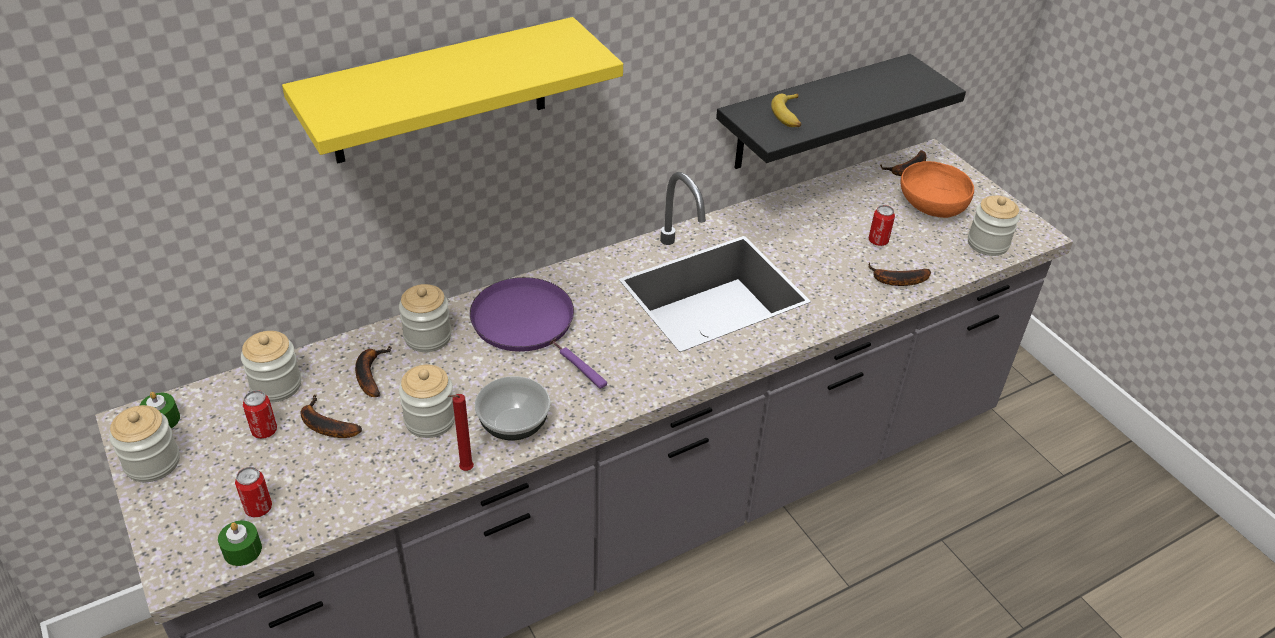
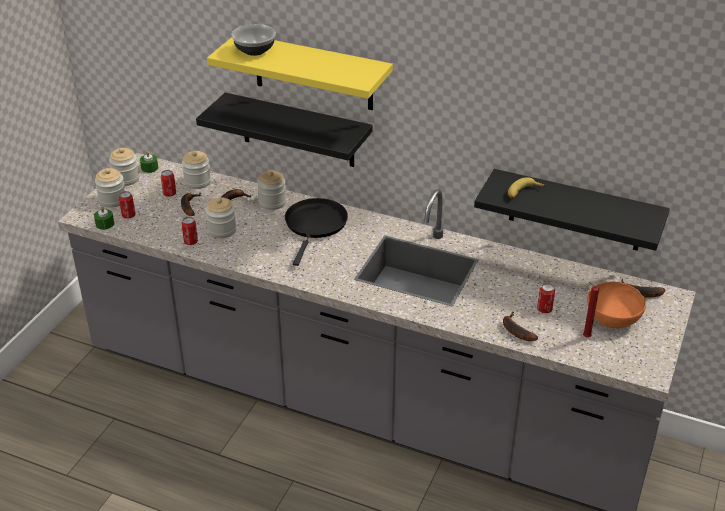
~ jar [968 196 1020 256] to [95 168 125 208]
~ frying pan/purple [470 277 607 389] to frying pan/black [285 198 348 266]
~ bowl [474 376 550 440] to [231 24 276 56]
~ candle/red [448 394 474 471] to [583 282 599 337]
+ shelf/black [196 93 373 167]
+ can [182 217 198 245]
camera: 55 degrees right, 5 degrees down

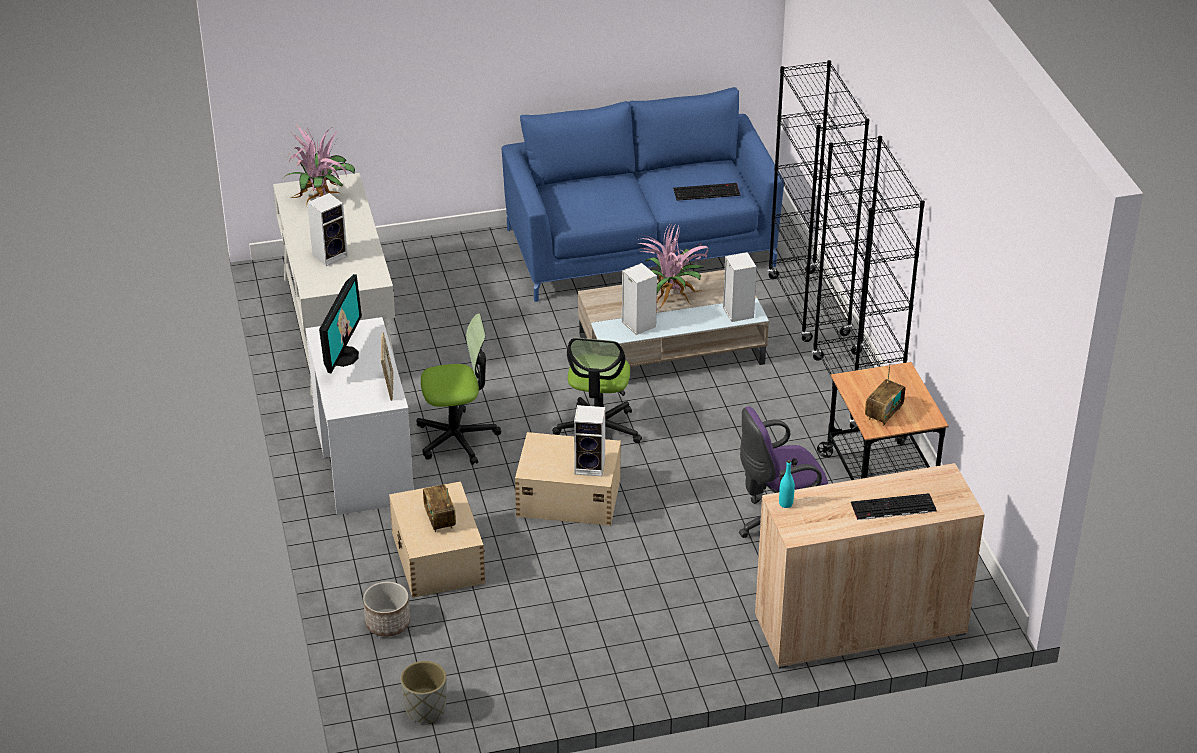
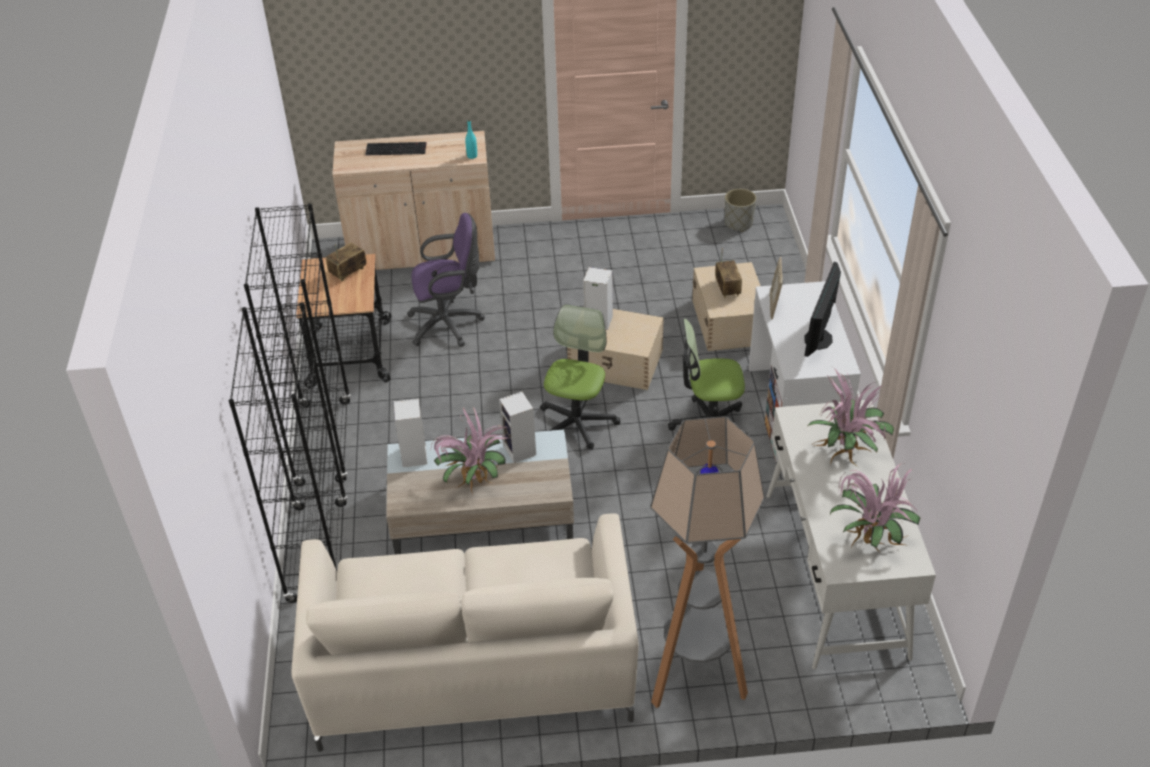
~ sofa/blue [502 87 784 302] to sofa/beige [291 513 639 752]
- keyboard [673 183 740 201]
~ speaker [307 193 348 266] to potted plant [808 367 894 467]
- planter [363 582 410 637]
+ floor lamp [650 416 765 708]
camera: 170 degrees left, 5 degrees up

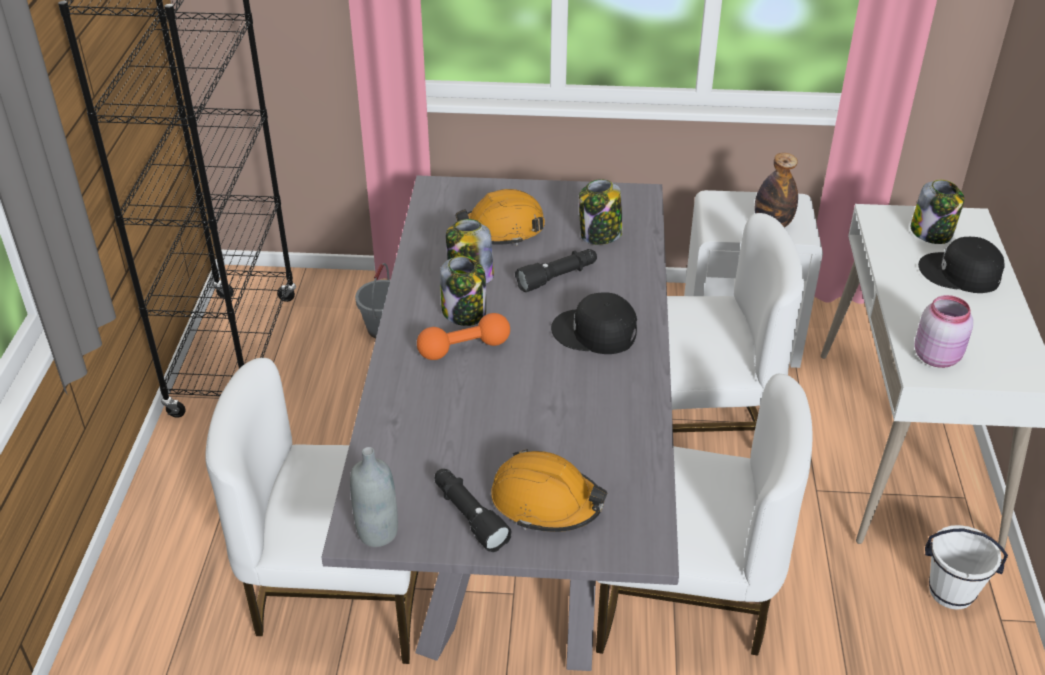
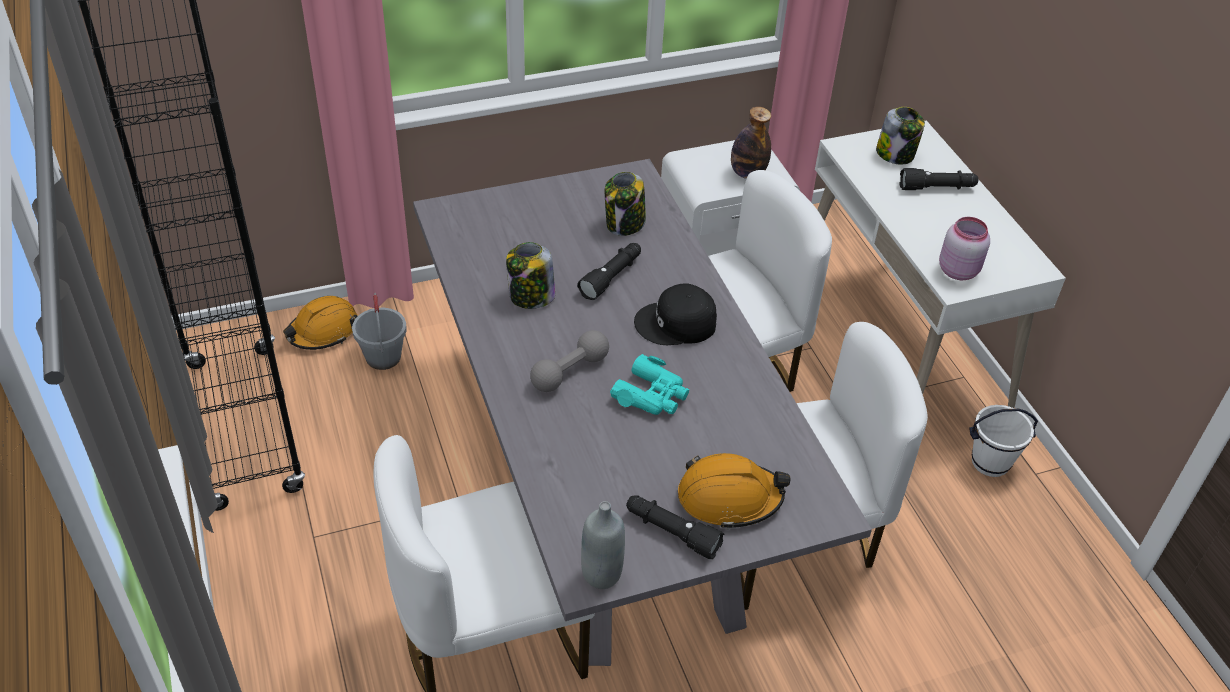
~ hard hat/orange [455 189 545 245] to [283 296 358 350]
~ cap/black [918 237 1005 293] to flashlight/black [899 168 978 190]
- jar [440 256 486 326]
~ dumbbell/orange [417 313 510 360] to dumbbell/grey [530 330 609 392]
+ binoculars/turquoise [610 354 689 415]
camera: 25 degrees left, 5 degrees up

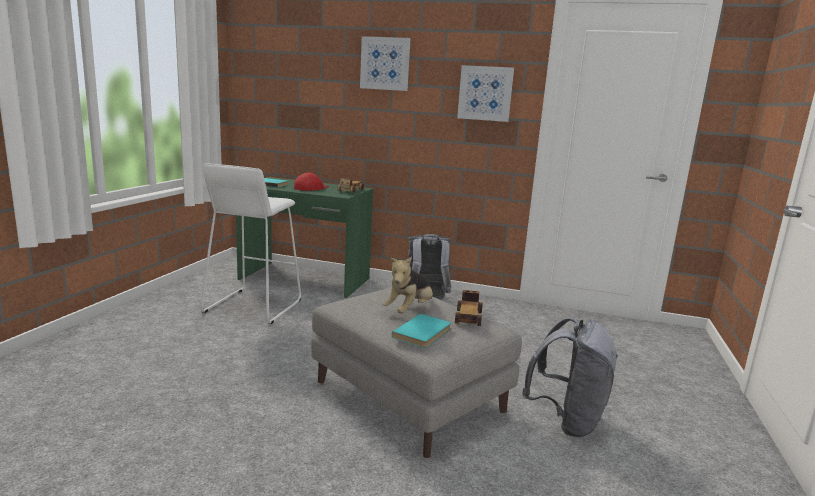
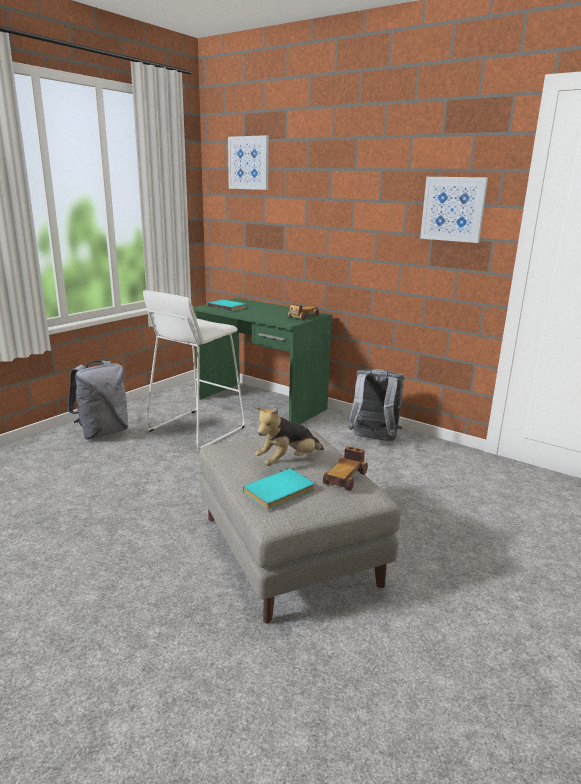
~ picture [360 36 411 91] to [228 135 269 190]
- cap/red [294 173 329 191]
~ backpack/grey [522 318 618 437] to [68 360 129 439]
camera: 20 degrees right, 5 degrees up

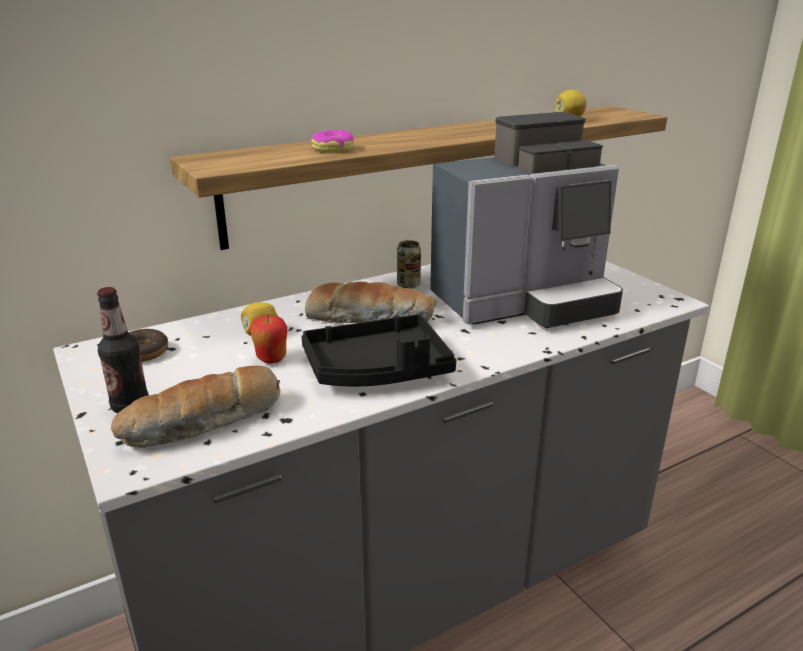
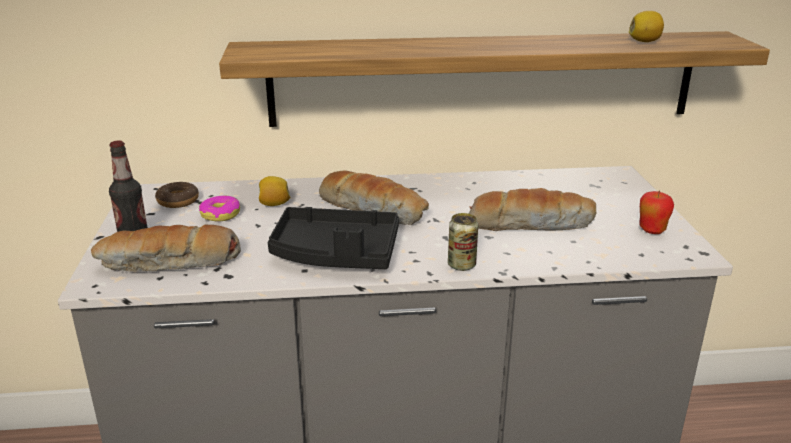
~ coffee machine [430 112 623 328] to bread [469 188 597 231]
~ donut [311 130 354 152] to [199 196 240 221]
~ can [397 240 421 289] to [448 213 478 271]
~ apple [250 314 287 364] to [639 191 674 234]
camera: 25 degrees right, 0 degrees up

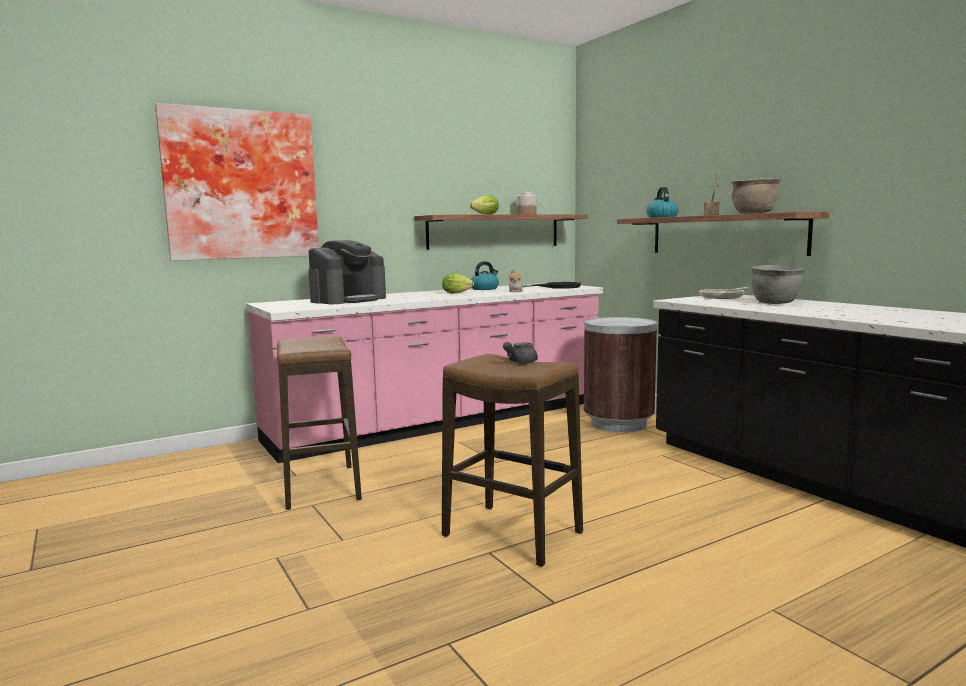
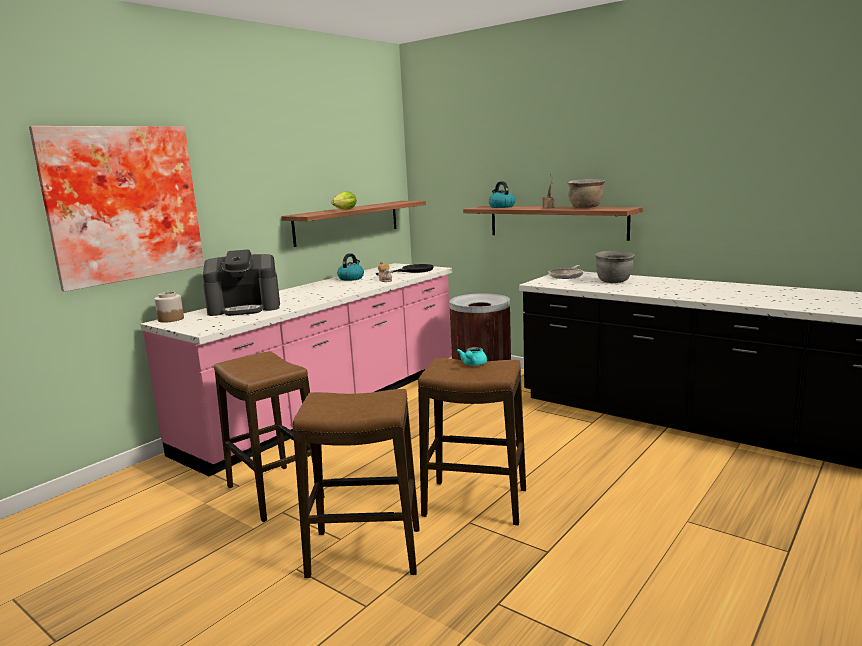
~ jar [516 192 537 214] to [154 292 184 323]
~ coffee machine [309 240 386 304] = [203 250 280 316] 60 degrees clockwise
- lettuce [442 273 474 294]
~ teapot/grey [503 342 538 363] to teapot/turquoise [457 347 487 366]
+ stool [293 389 420 578]
camera: 20 degrees left, 5 degrees up

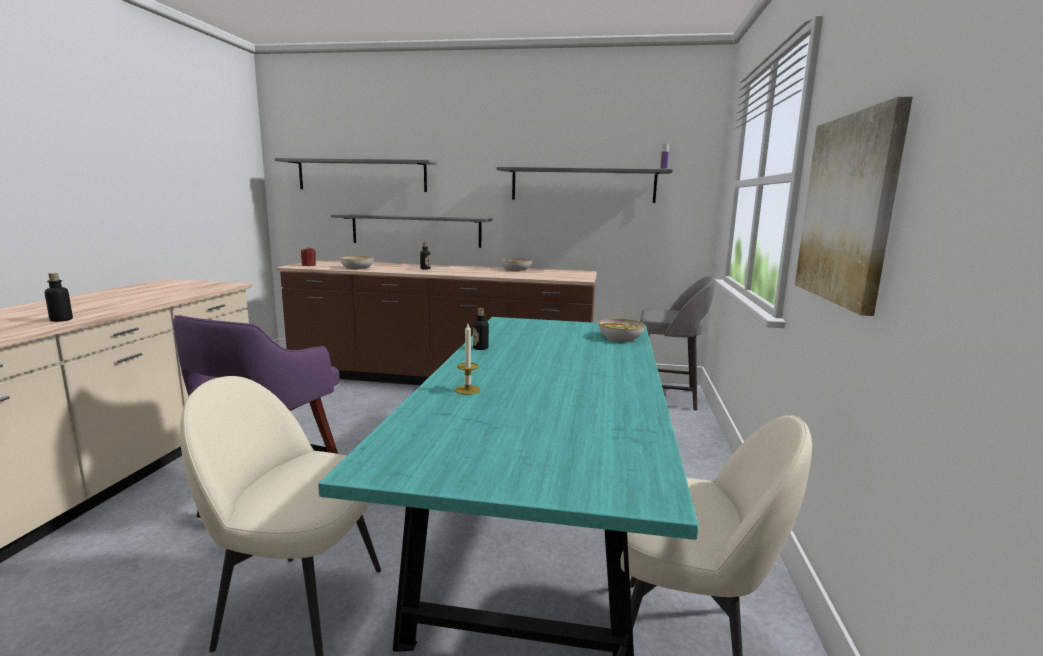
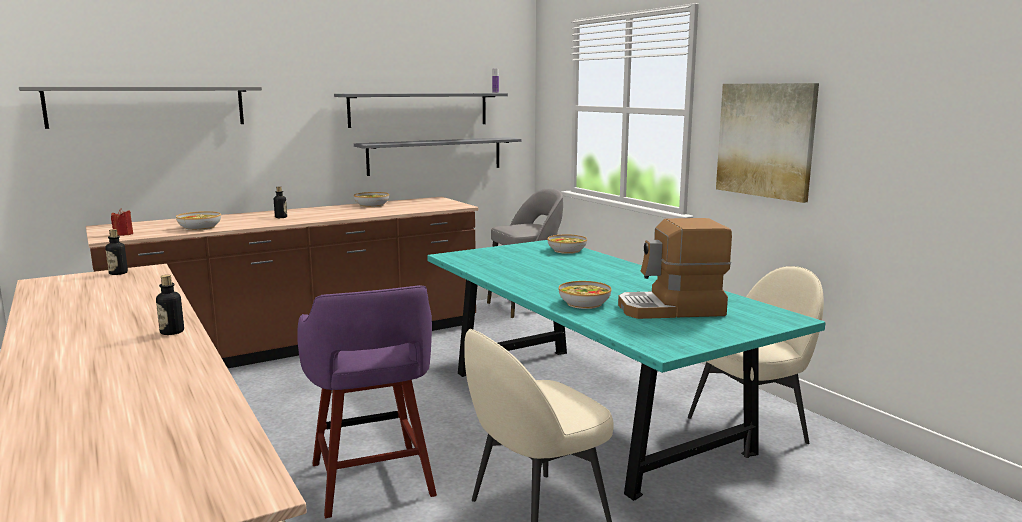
~ shelf/grey [331 214 492 248] to [354 137 521 176]
~ bottle [473 308 489 350] to [105 229 128 275]
~ candle [455 324 481 395] to bowl [559 281 611 309]
+ coffee machine [618 218 732 319]
camera: 40 degrees left, 0 degrees up

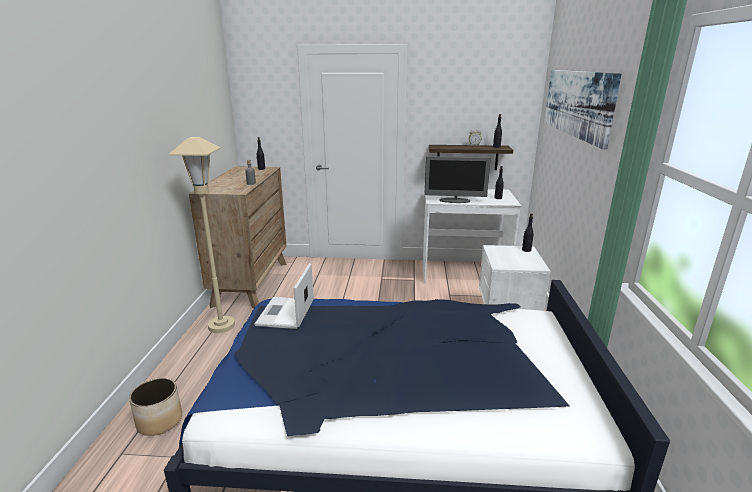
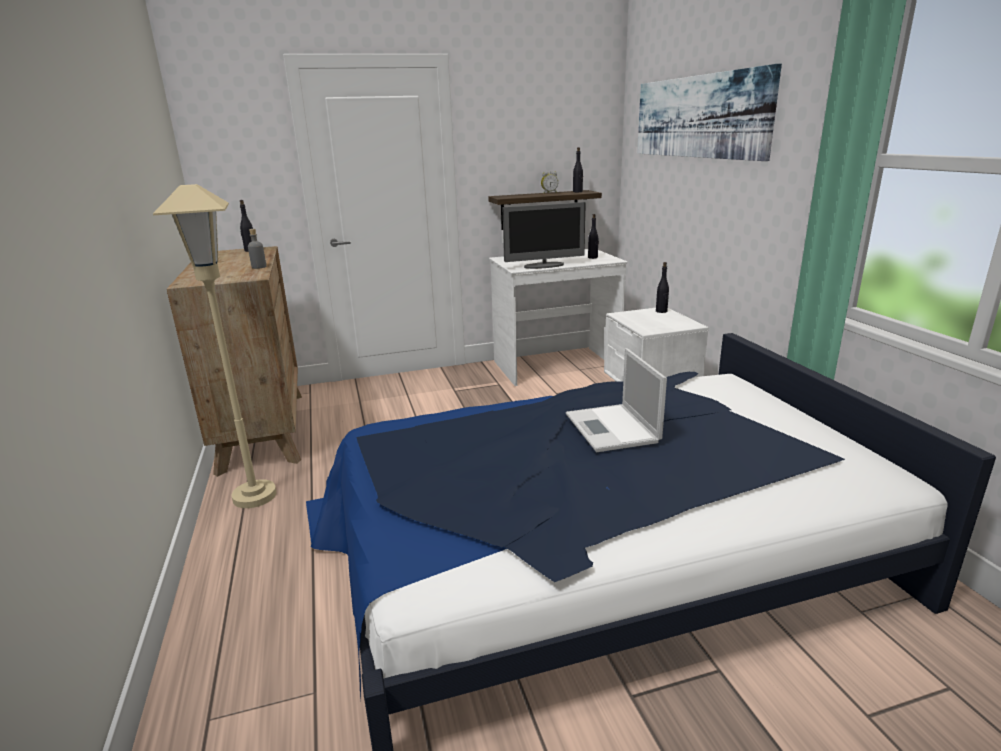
~ laptop [254 263 314 329] to [566 348 667 452]
- planter [129 378 182 436]
camera: 20 degrees left, 0 degrees up

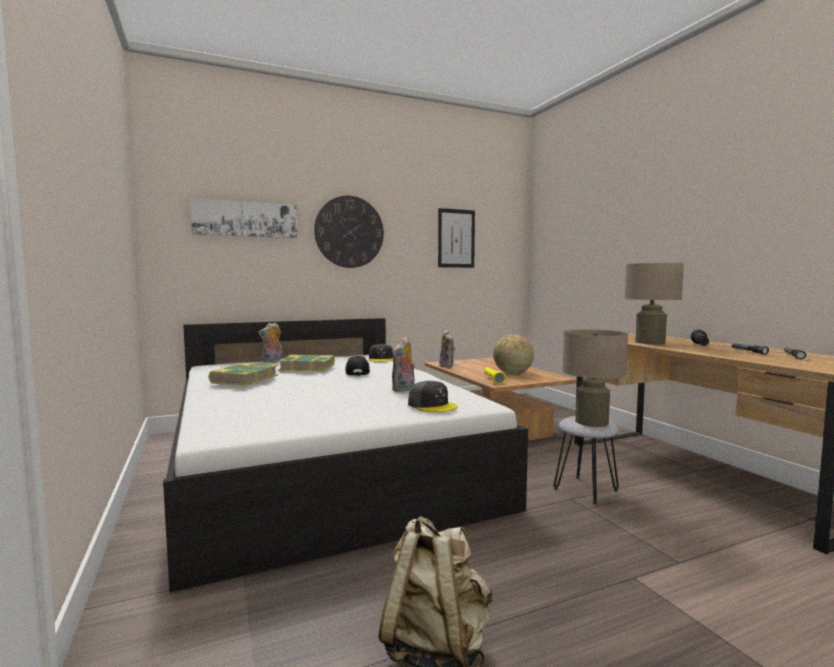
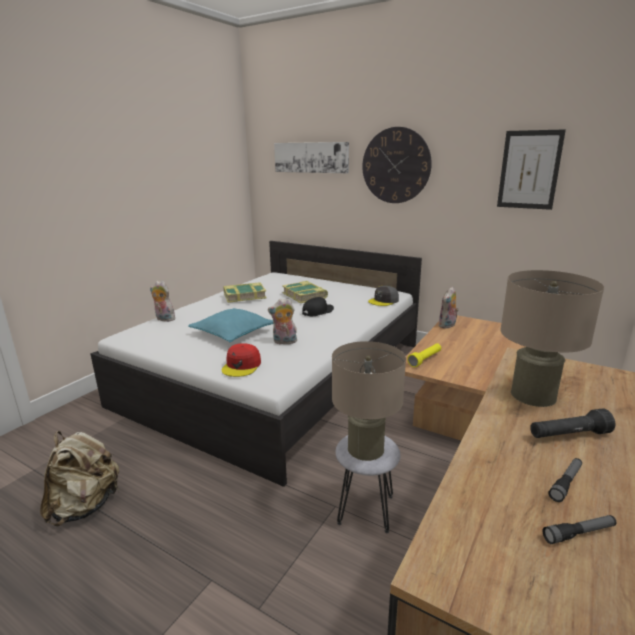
~ plush toy [258 323 283 362] to [150 281 175 322]
- globe [493 334 534 374]
~ cap/grey [408 381 458 412] to cap/red [222 343 261 377]
+ pillow/turquoise [188 308 273 342]
camera: 55 degrees right, 15 degrees up

